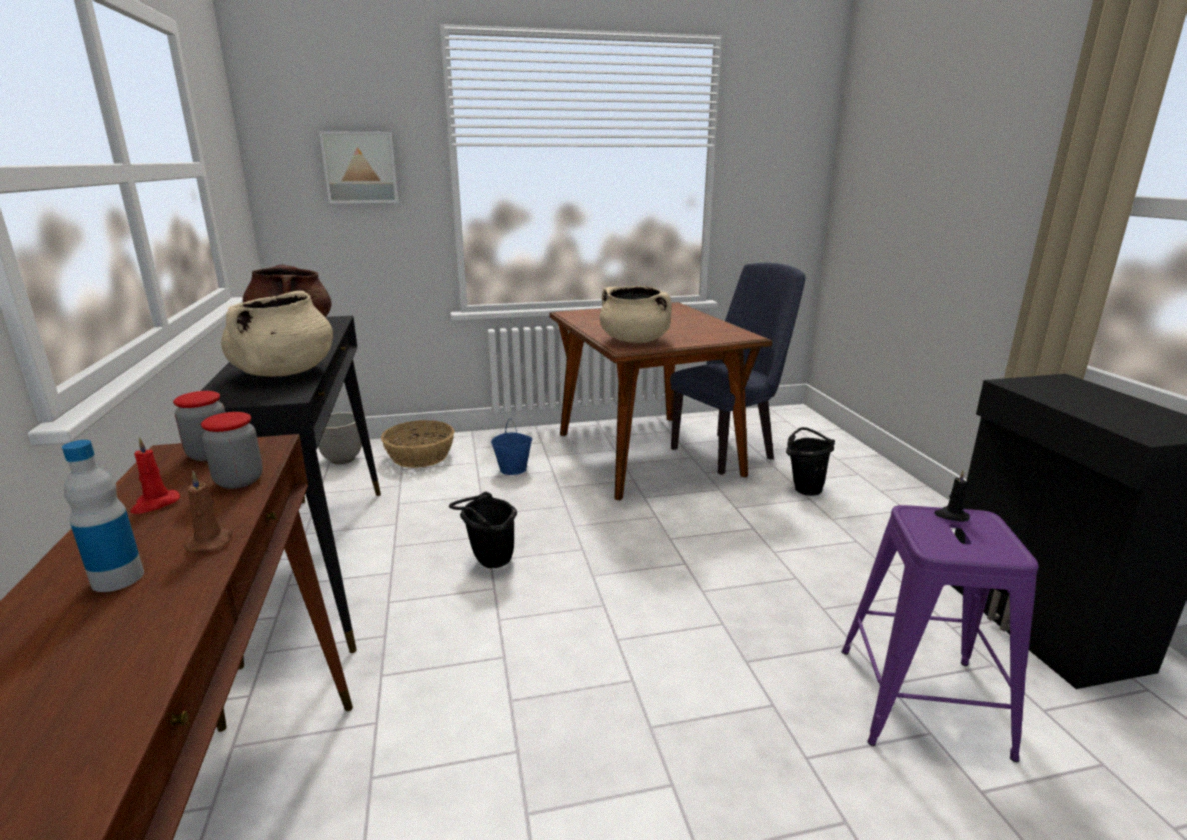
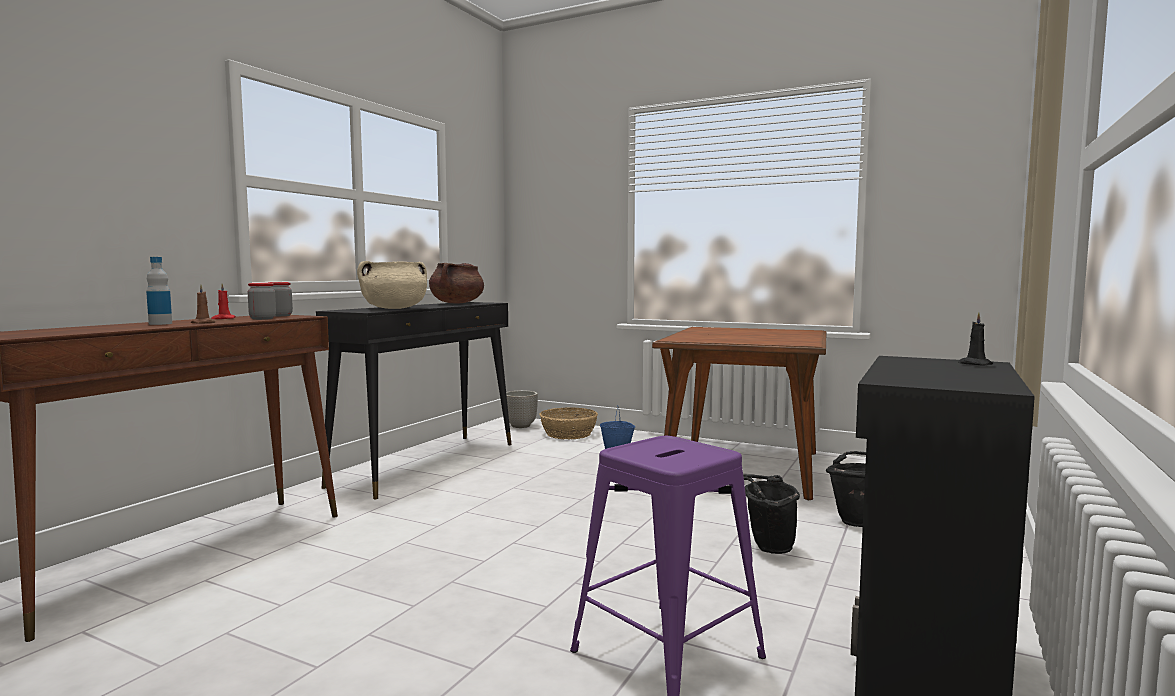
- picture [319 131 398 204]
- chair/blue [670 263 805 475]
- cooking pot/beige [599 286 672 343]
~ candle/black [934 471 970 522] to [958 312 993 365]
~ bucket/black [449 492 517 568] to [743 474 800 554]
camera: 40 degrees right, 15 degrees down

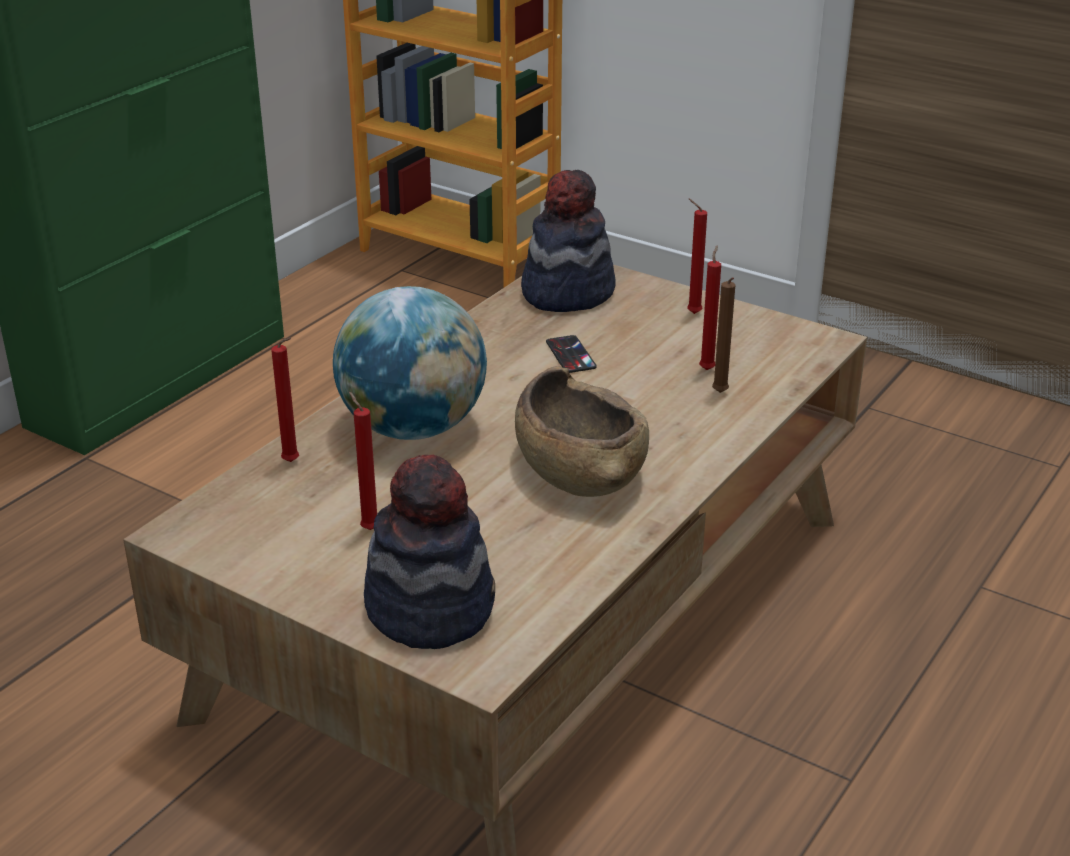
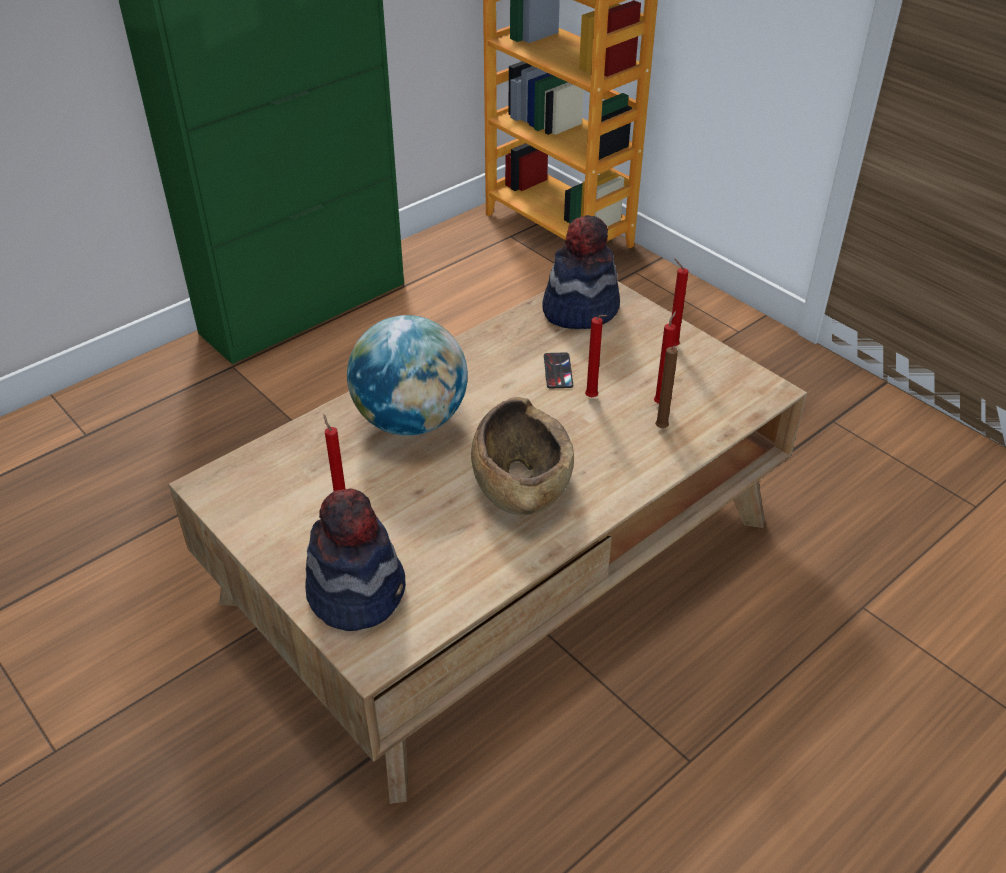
~ candle/red [271 338 299 462] to [585 315 607 398]
camera: 15 degrees right, 10 degrees up

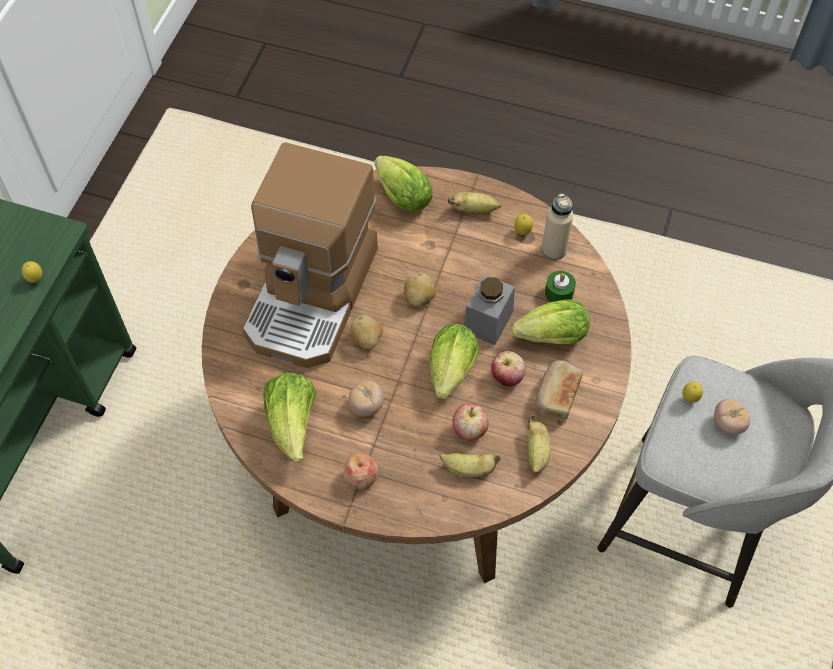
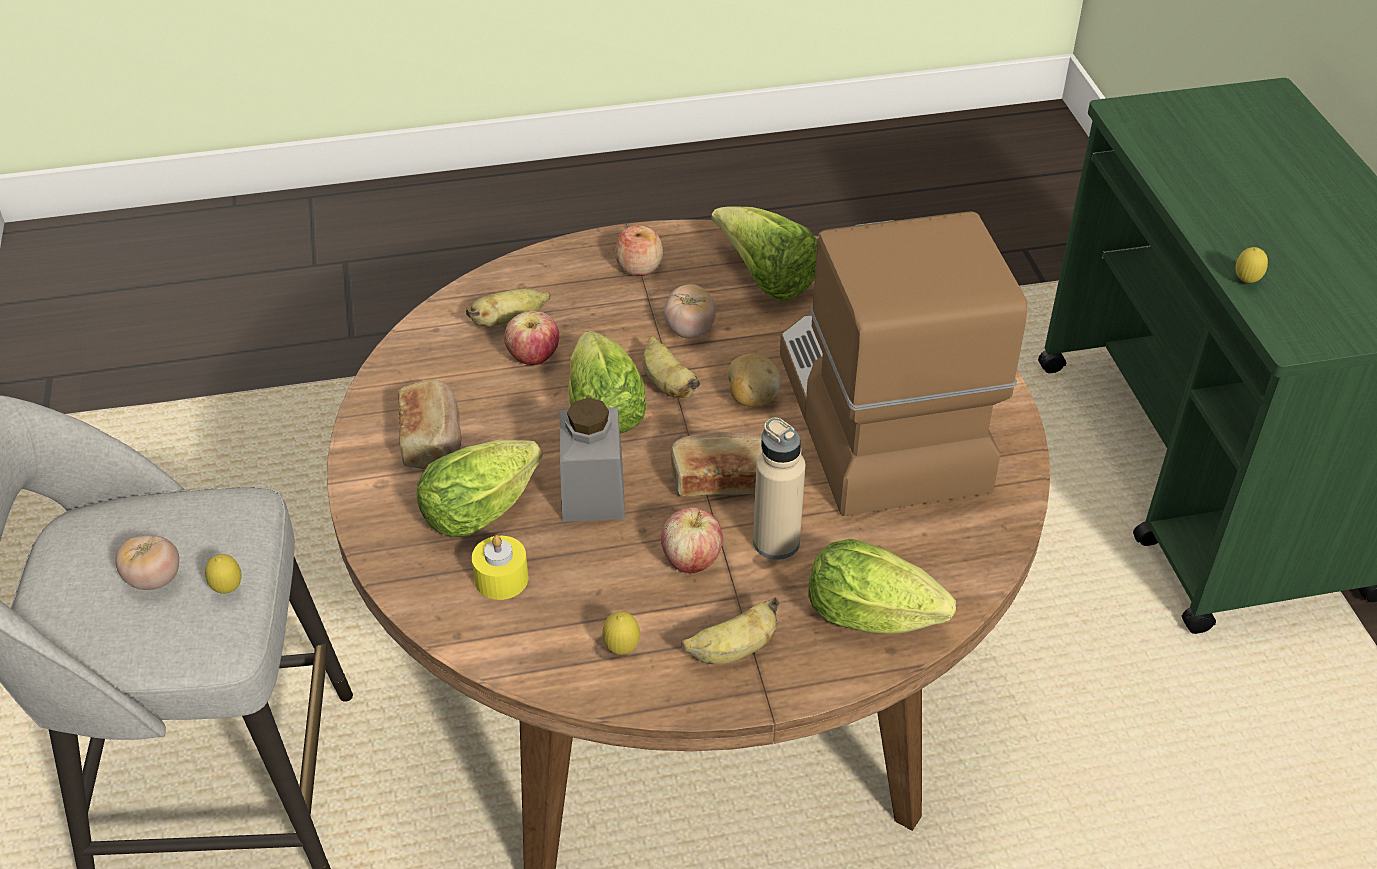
~ bottle/beige [541 193 573 260] to [753 417 805 560]
~ candle/green [545 271 576 302] to candle/yellow [472 535 528 600]
~ potato [404 272 436 306] to bread [671 432 762 496]
~ apple [491 351 525 387] to [661 507 723 573]
~ banana [526 415 551 474] to [642 336 700 399]
camera: 150 degrees right, 15 degrees down

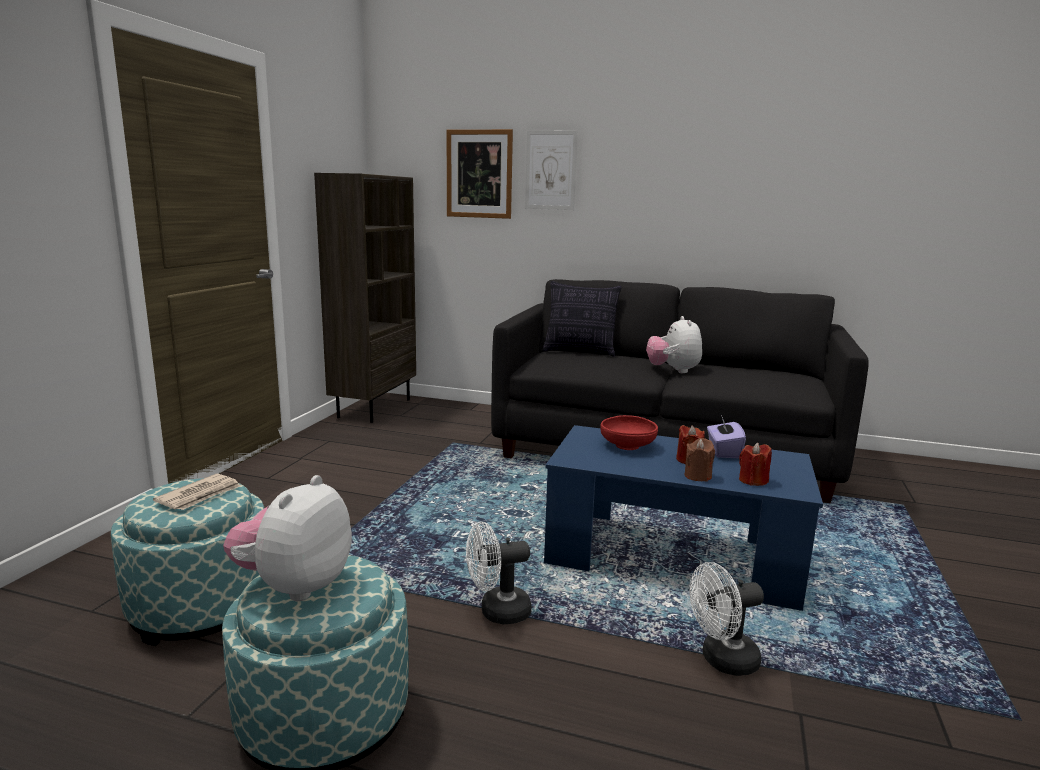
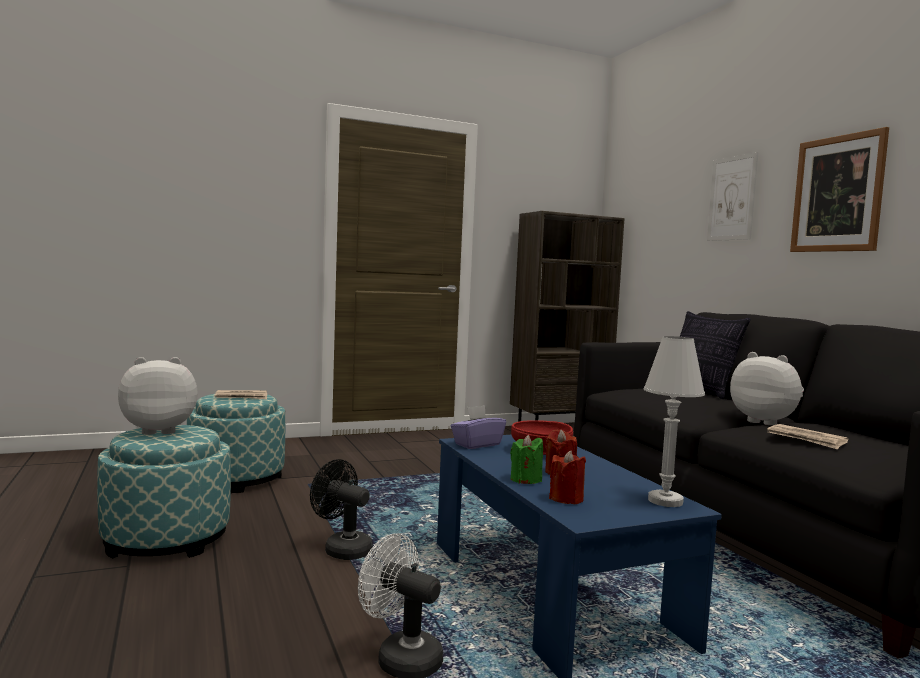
~ picture [447 129 513 219] to [790 127 889 252]
~ plush toy [646 316 702 373] = [730 352 804 425] 90 degrees clockwise
~ tissue box/purple [707 415 746 458] to [451 405 506 449]
~ candle/brown [685 438 715 482] to candle/green [510 435 543 484]
~ fan/white [466 522 532 624] to fan/black [310 459 373 560]
+ table lamp/white [644 336 705 507]
+ newspaper [767 424 849 450]
camera: 50 degrees right, 10 degrees down

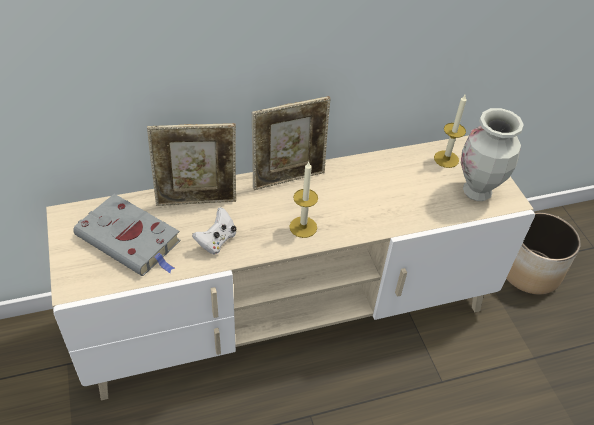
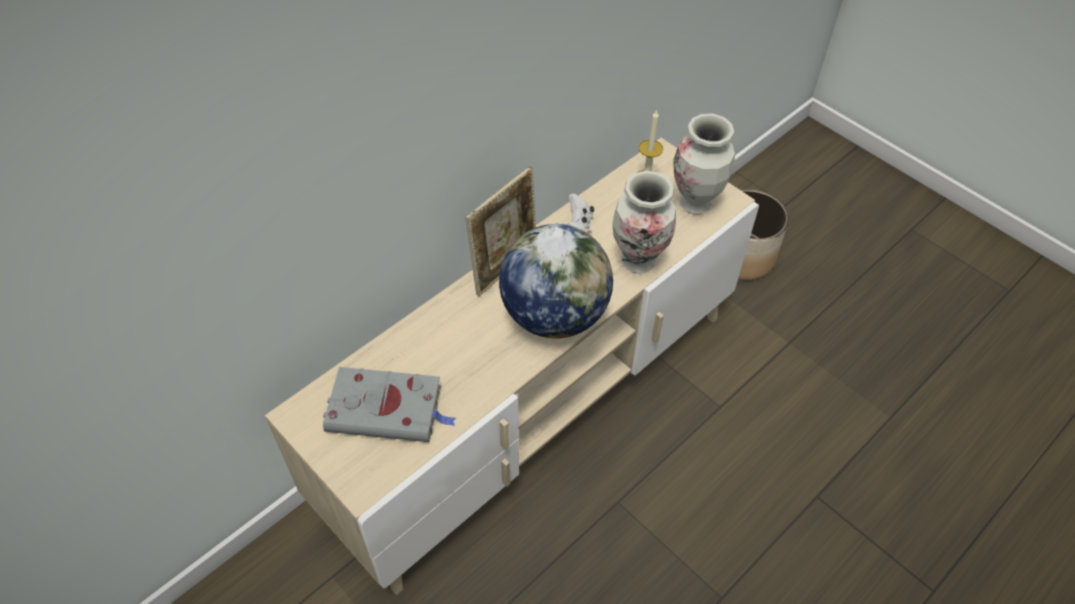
- picture frame [147 123 236 206]
~ candle [289 162 318 238] to globe [499 224 613 339]
~ game controller/white [192 207 236 255] to [567 193 594 236]
+ vase [612 171 676 274]
camera: 25 degrees left, 5 degrees up

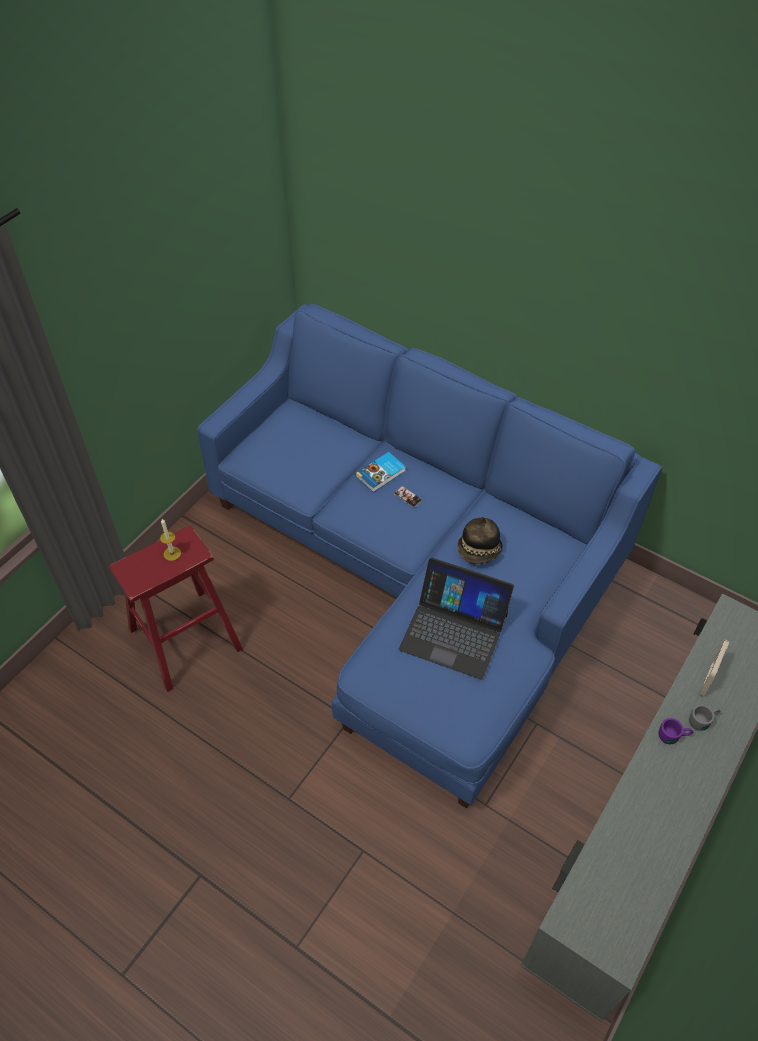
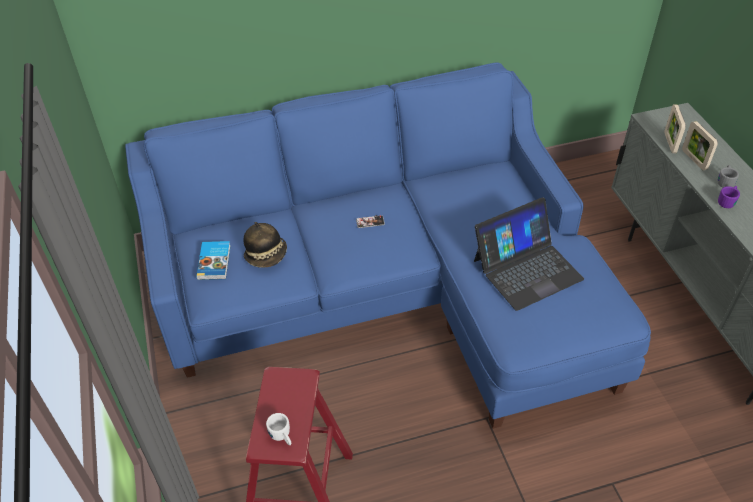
~ book [356 452 406 492] to [196 241 231 280]
~ hat [457 517 503 564] to [243 222 287 268]
- candle [160 519 181 561]
+ picture frame [665 104 686 153]
+ mug/white [266 413 291 445]
camera: 50 degrees left, 5 degrees down

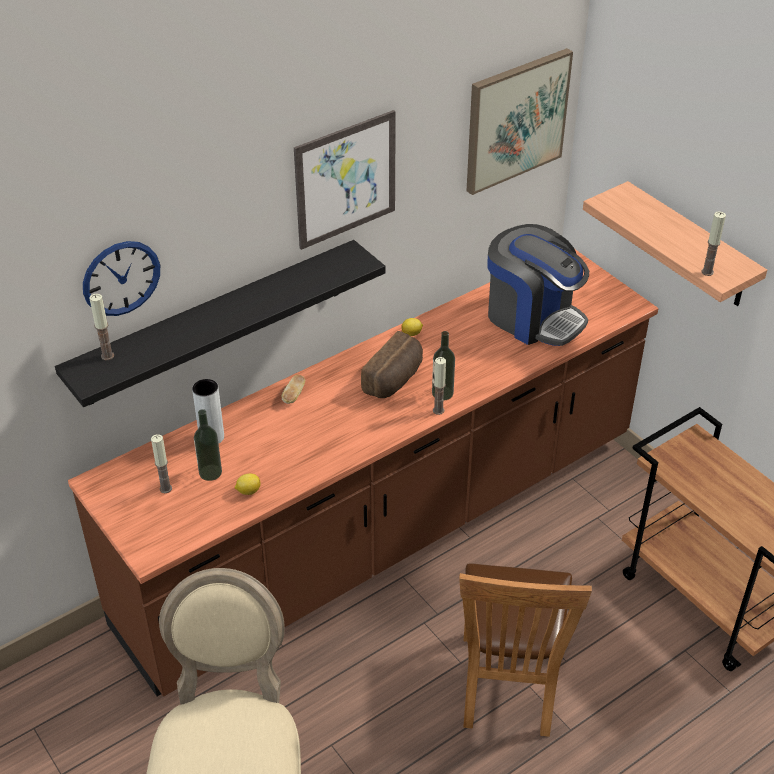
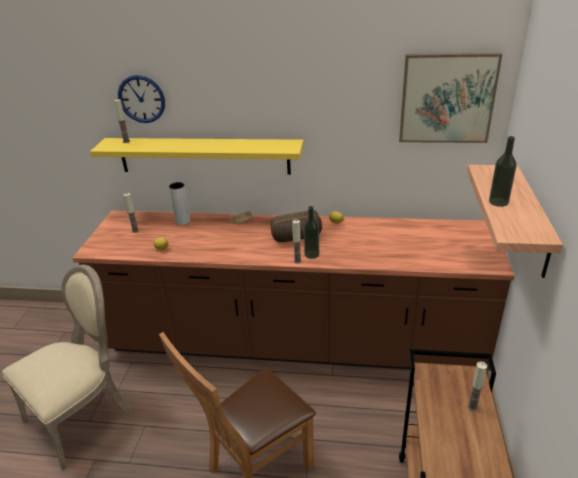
- picture [294 110 396 250]
~ candle [701 211 726 276] to [467 361 487 411]
- coffee machine [487 224 589 346]
~ shelf/black [55 240 385 407] to shelf/yellow [90 138 304 175]
~ bottle [194 409 222 481] to [489 136 517 207]
camera: 45 degrees right, 10 degrees down

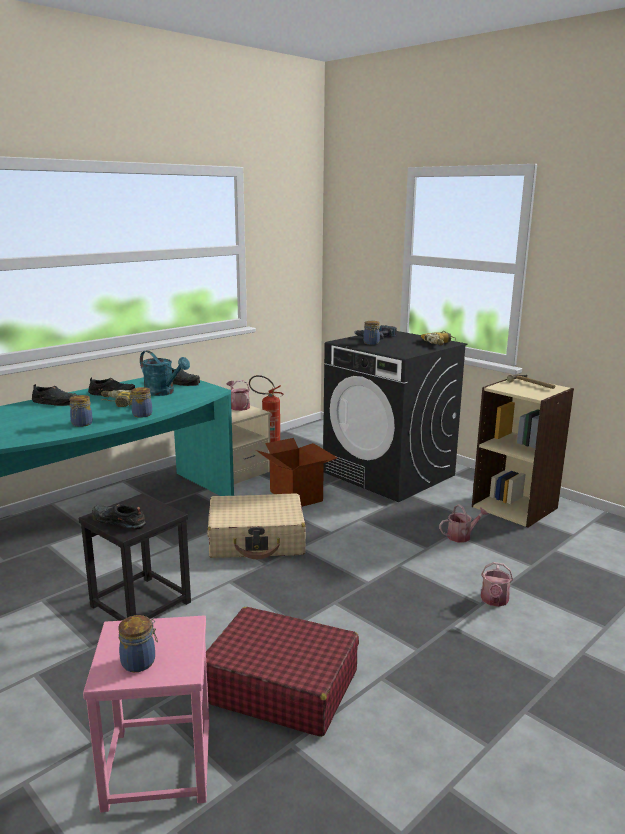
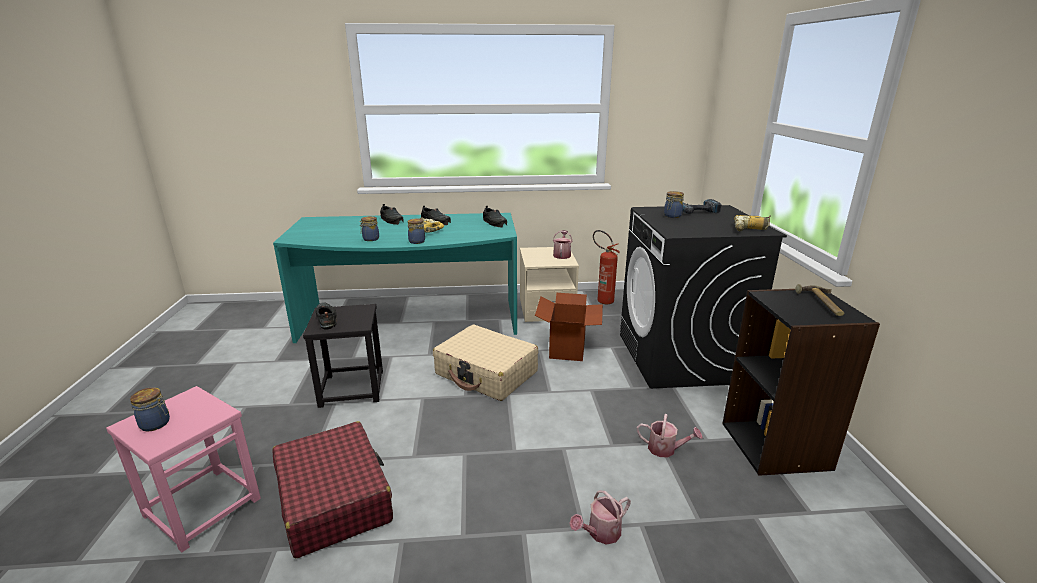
- watering can/turquoise [140 351 190 396]
~ bookcase/beige [472 379 574 528] to bookcase/black [722 289 880 476]
camera: 40 degrees right, 5 degrees up

